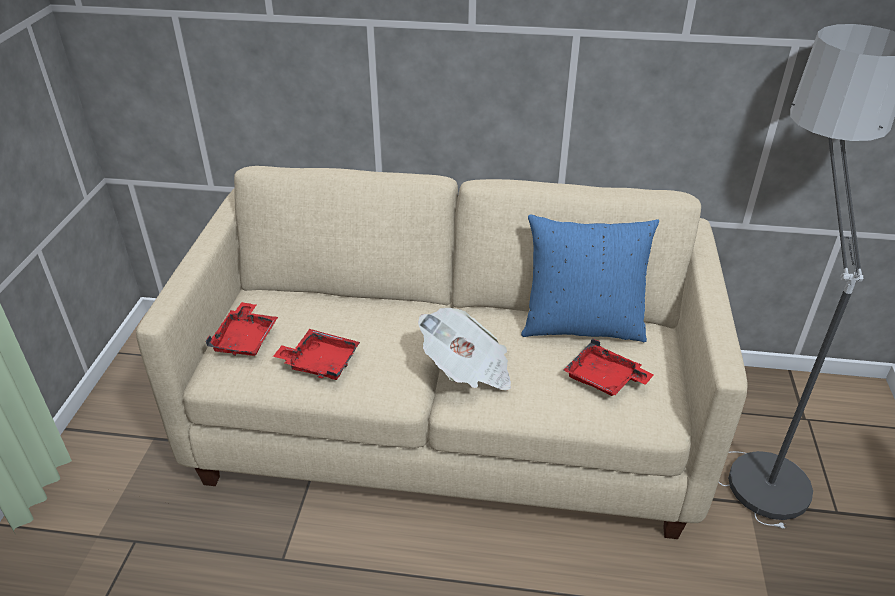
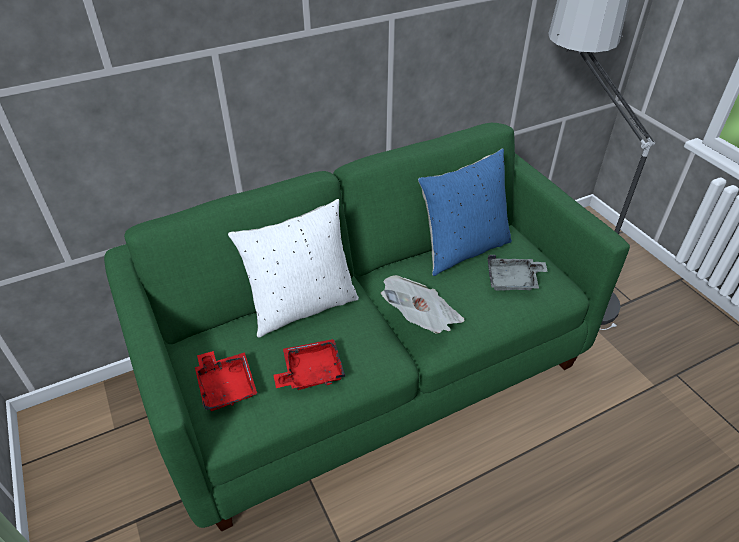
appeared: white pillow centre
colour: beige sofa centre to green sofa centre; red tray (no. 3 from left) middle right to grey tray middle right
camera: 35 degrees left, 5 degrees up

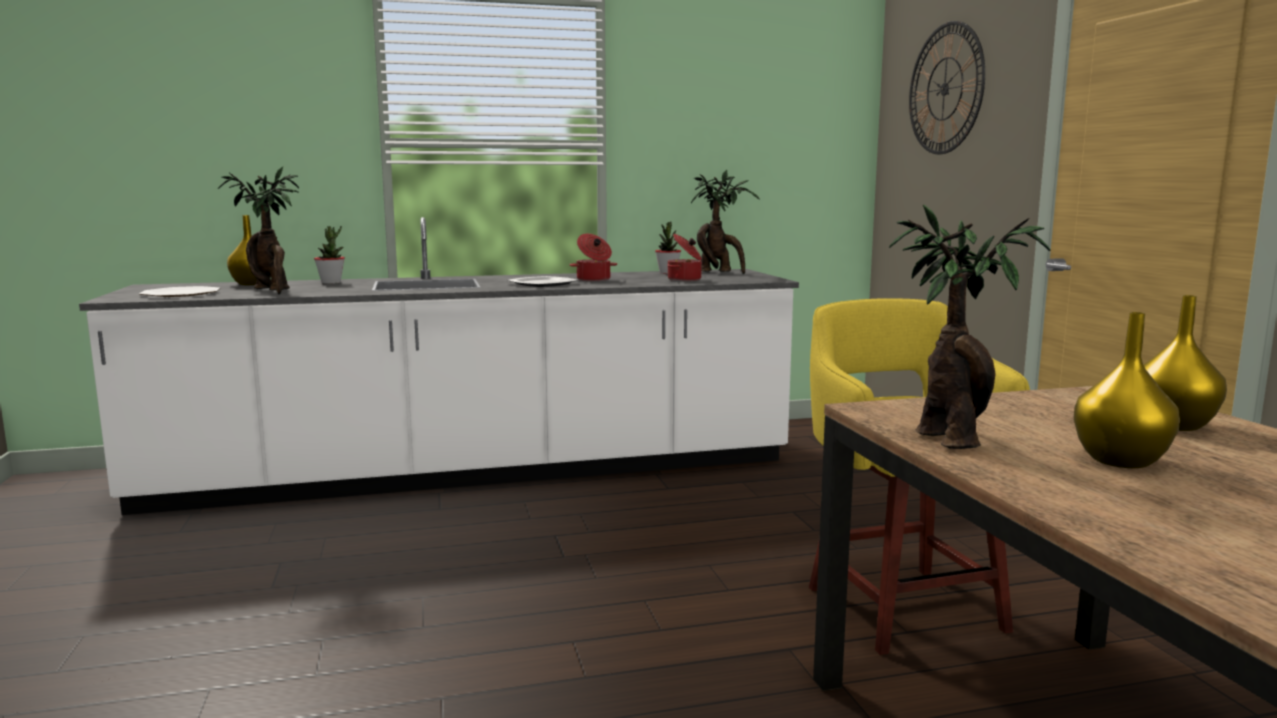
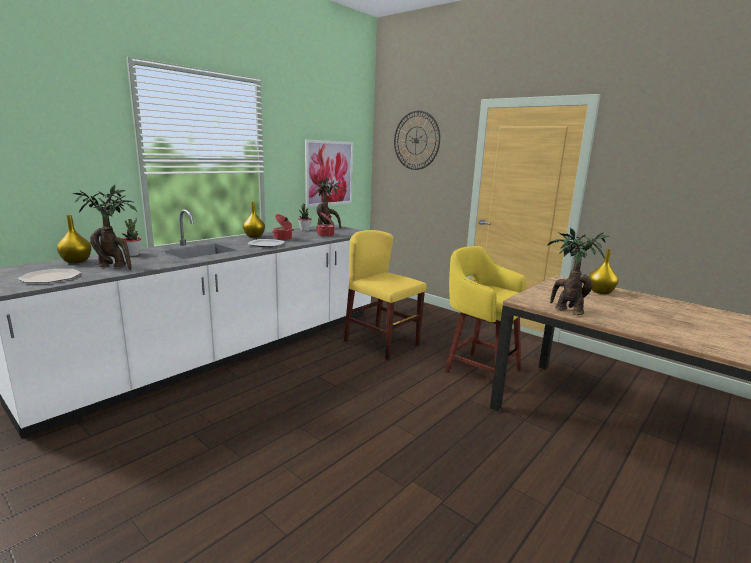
appeared: picture top centre; yellow chair centre
relocated: yellow vase (no. 2 from left) middle right to centre
camera: 35 degrees left, 5 degrees up

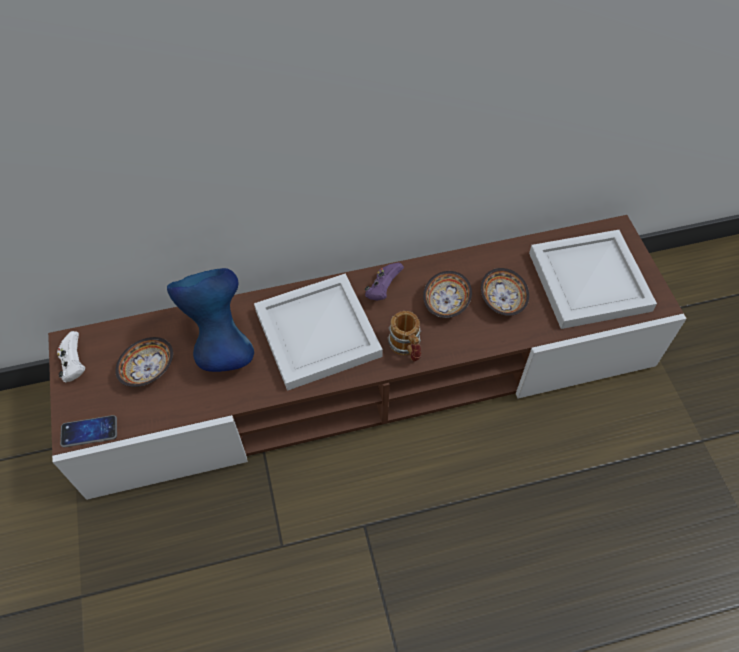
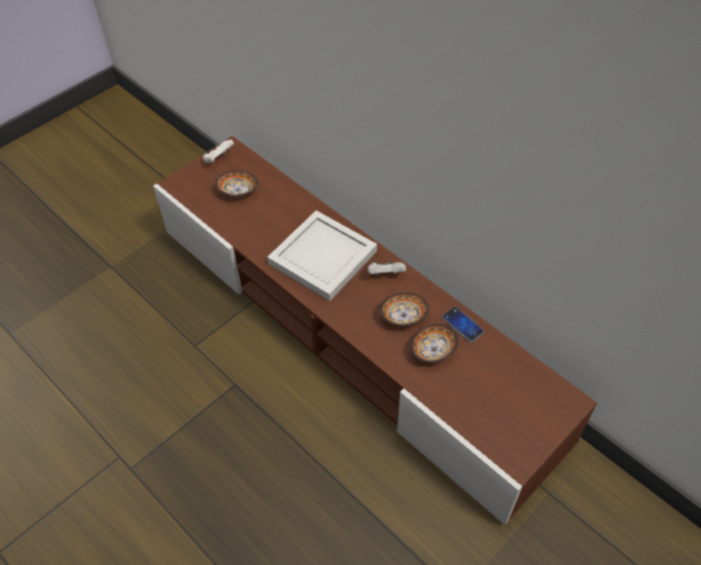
missing: blue vase middle left; mug centre; white tray (no. 2 from left) middle right
relocated: phone middle left to centre
colour: purple game controller centre to white game controller (no. 2 from left) centre
camera: 60 degrees right, 5 degrees down

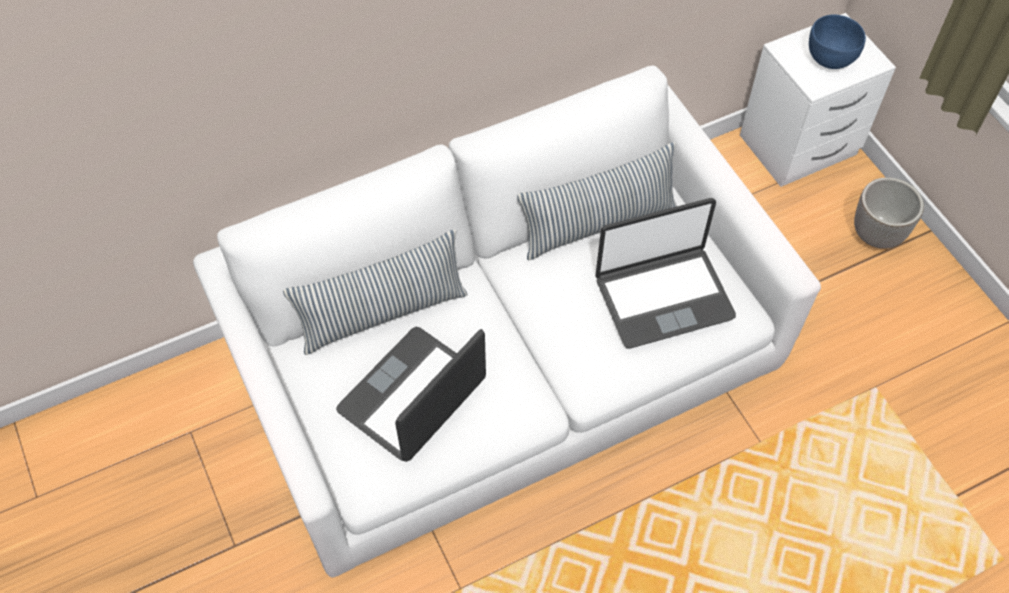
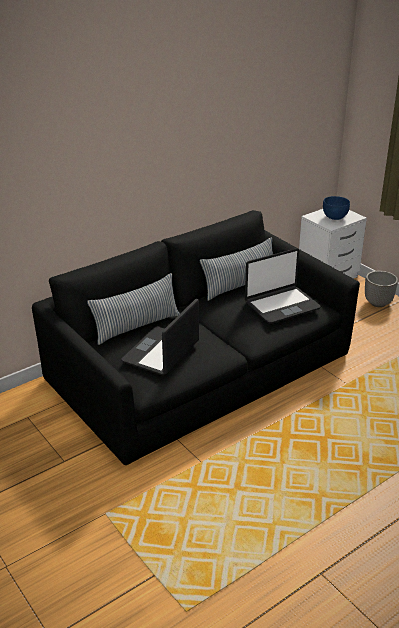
colour: white sofa centre to black sofa centre
camera: 10 degrees left, 25 degrees down

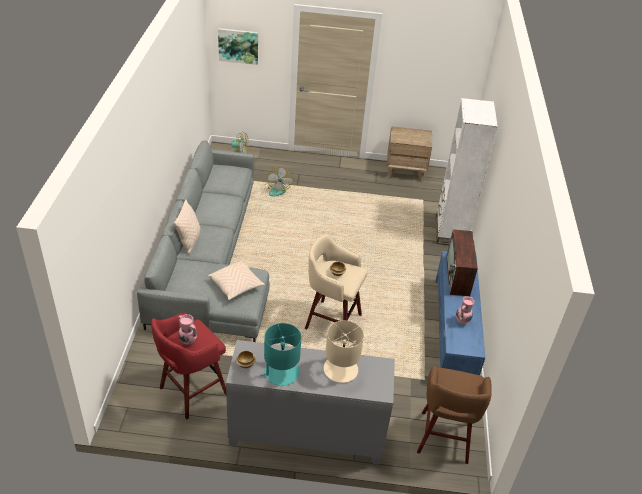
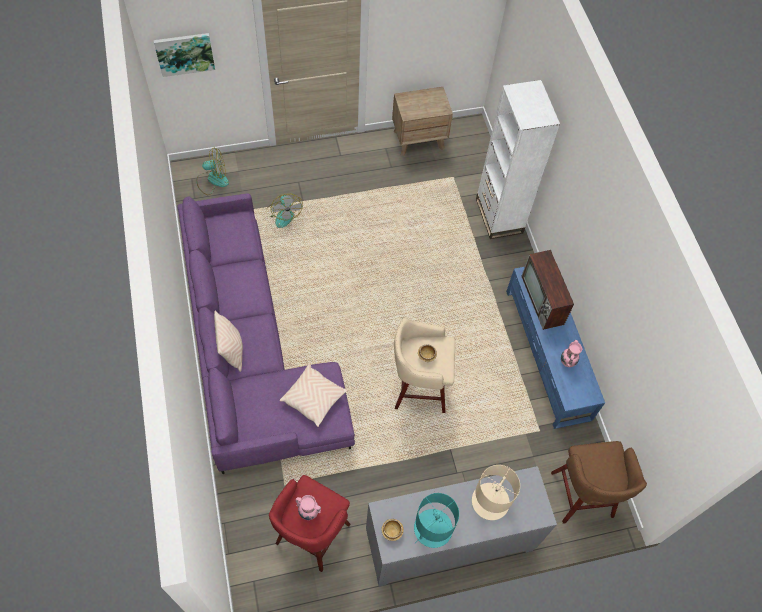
colour: grey sofa middle left to purple sofa centre
camera: 20 degrees left, 20 degrees up

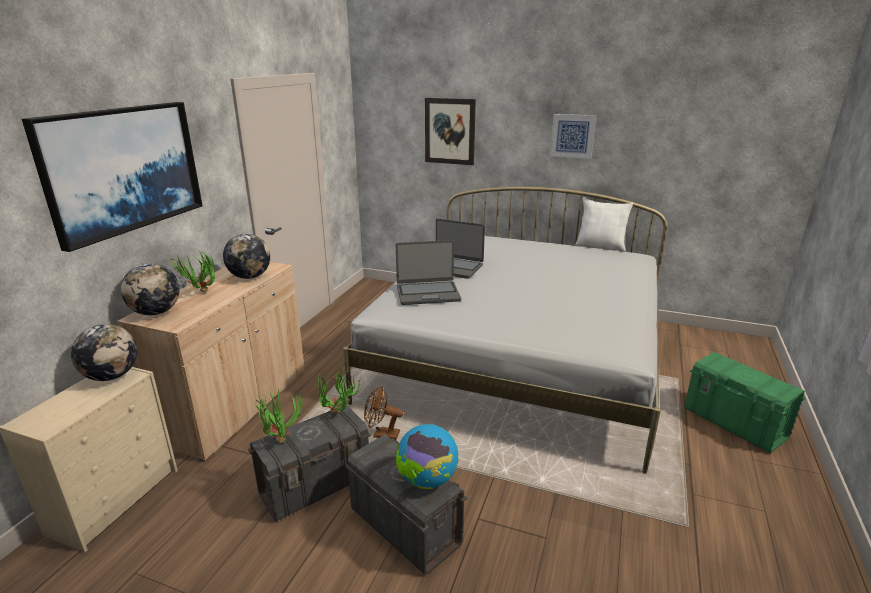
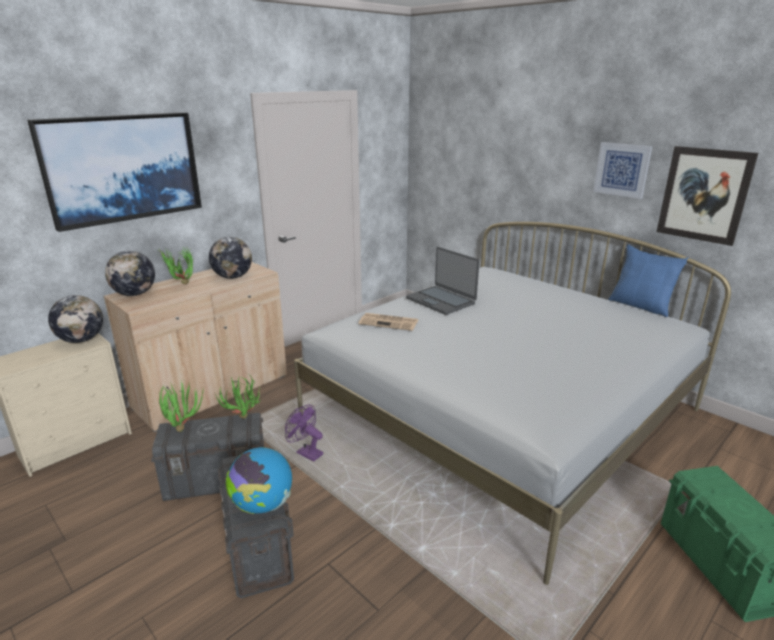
relocated: picture (no. 2 from left in the first image) top centre to picture (no. 3 from left) top right
exchanged: laptop (no. 1 from left) centre to newspaper centre
colour: brown fan bottom centre to purple fan bottom centre; white pillow middle right to blue pillow middle right
camera: 25 degrees right, 0 degrees up

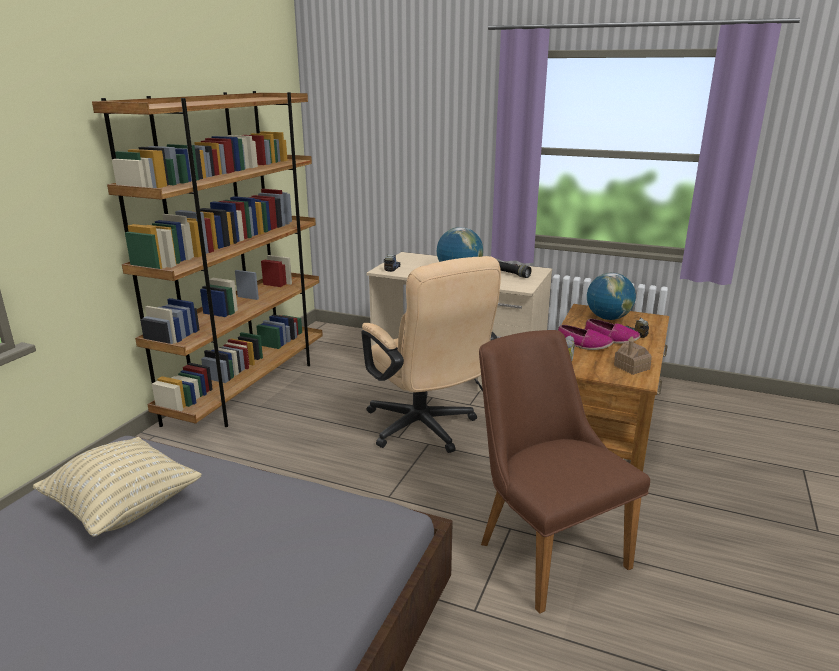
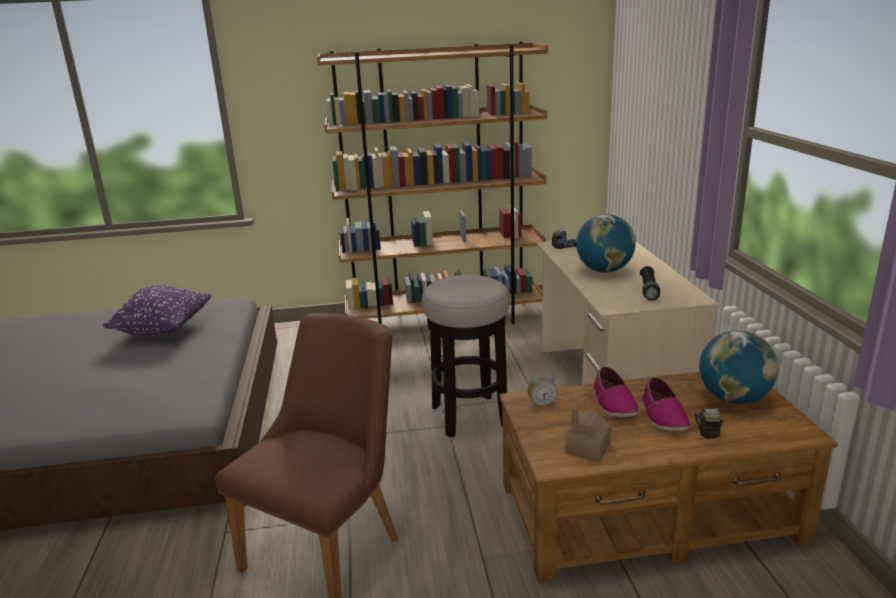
exchanged: beige office chair centre to stool centre
colour: beige pillow bottom left to purple pillow middle left
camera: 60 degrees right, 0 degrees up

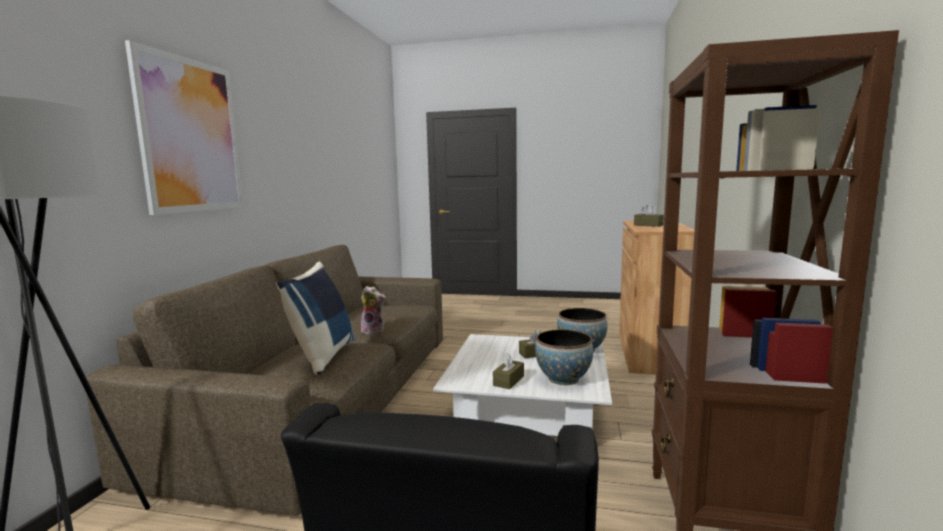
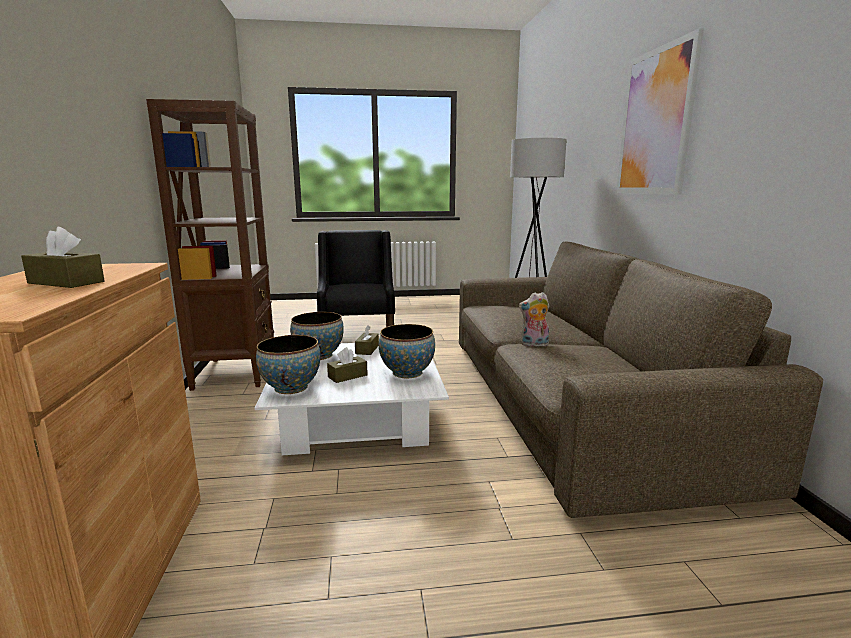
missing: blue pillow centre
appeared: bowl (no. 3 from left) centre
camera: 160 degrees right, 5 degrees up

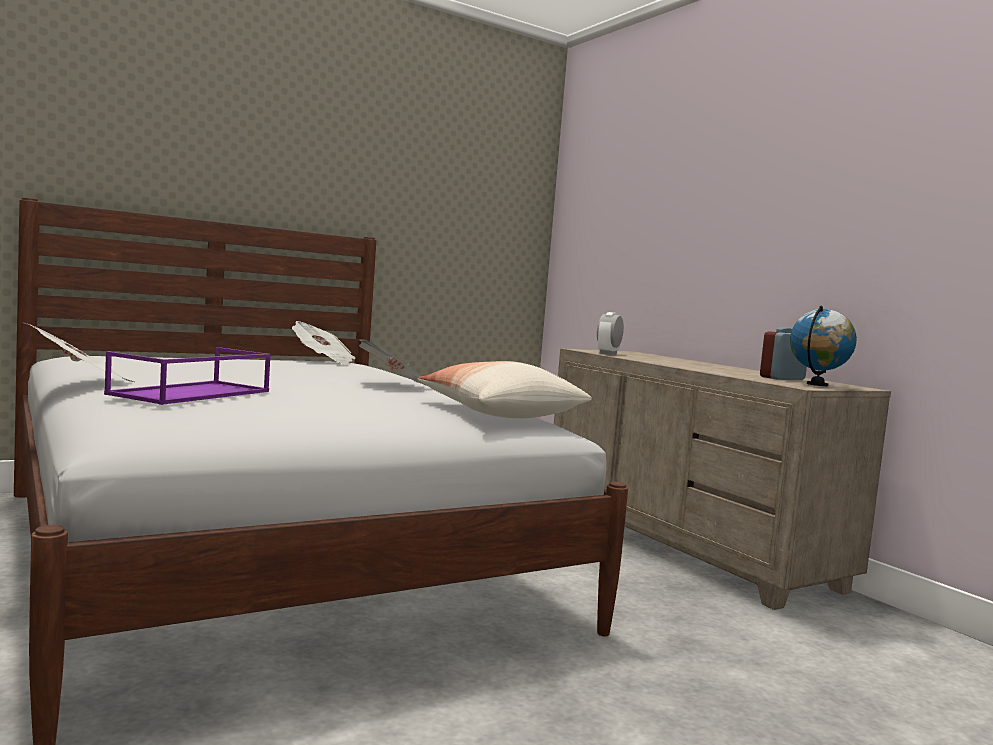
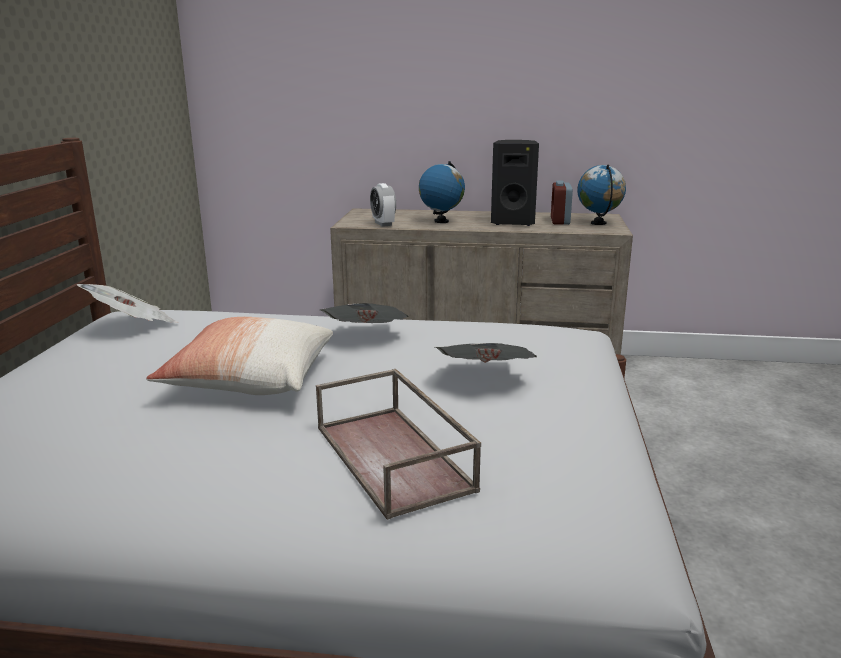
appeared: globe (no. 1 from left) top centre; black speaker top centre
relocated: pillow centre to middle left; newspaper (no. 1 from left in the first image) middle left to newspaper (no. 3 from left) centre
colour: purple tray middle left to brown tray bottom centre
camera: 50 degrees left, 15 degrees up

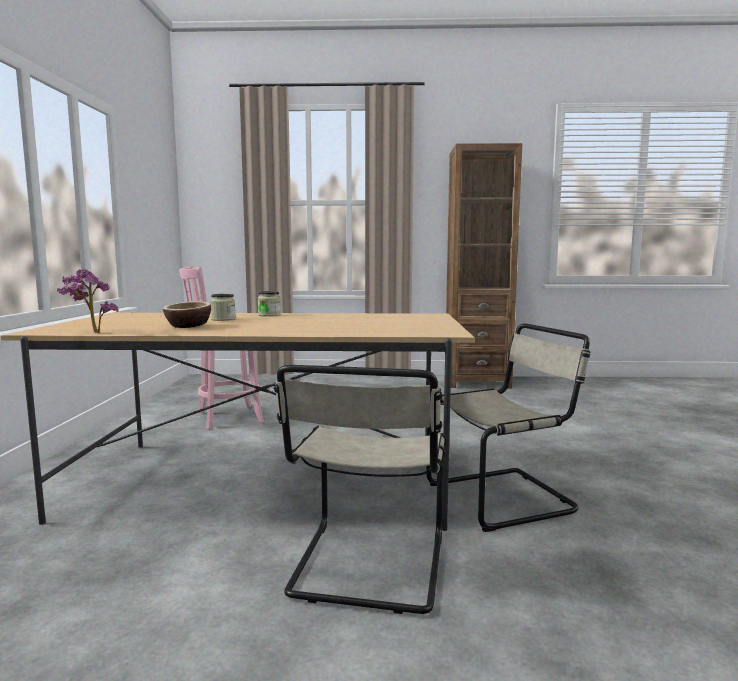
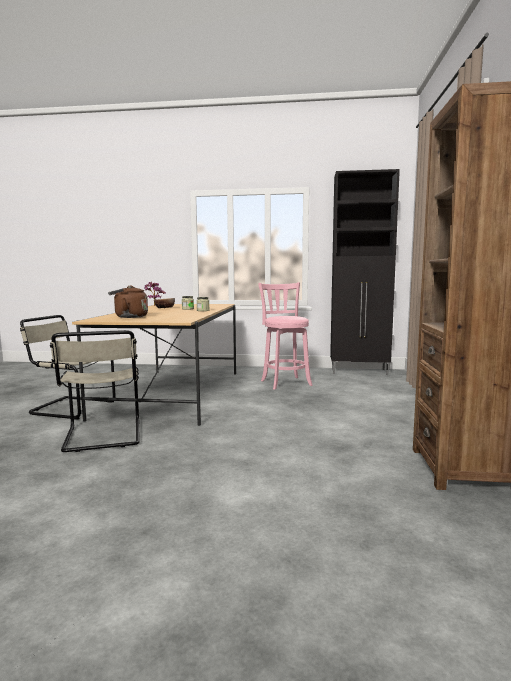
appeared: brown kettle middle left; black cabinet middle right
camera: 95 degrees right, 0 degrees up

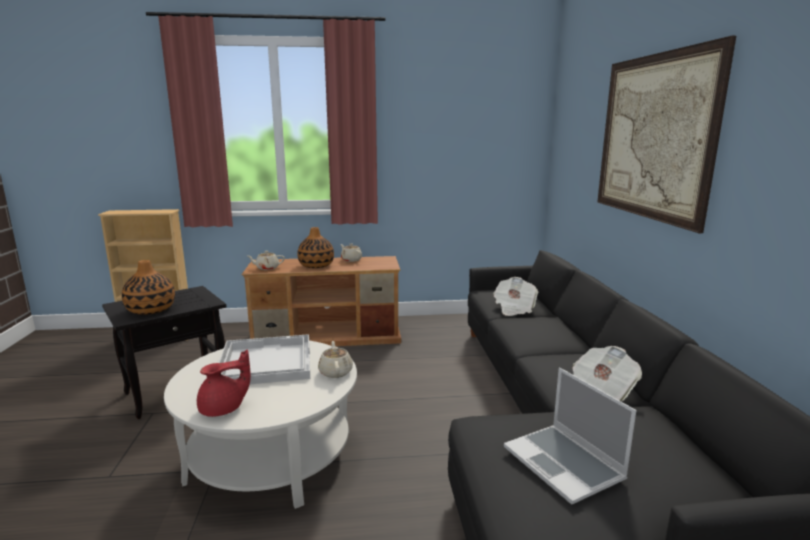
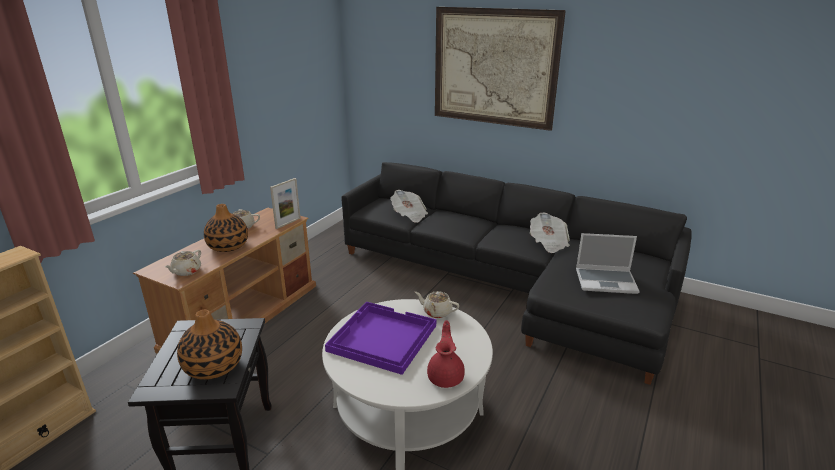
appeared: picture frame centre
colour: white tray middle left to purple tray bottom centre
camera: 55 degrees left, 10 degrees up

